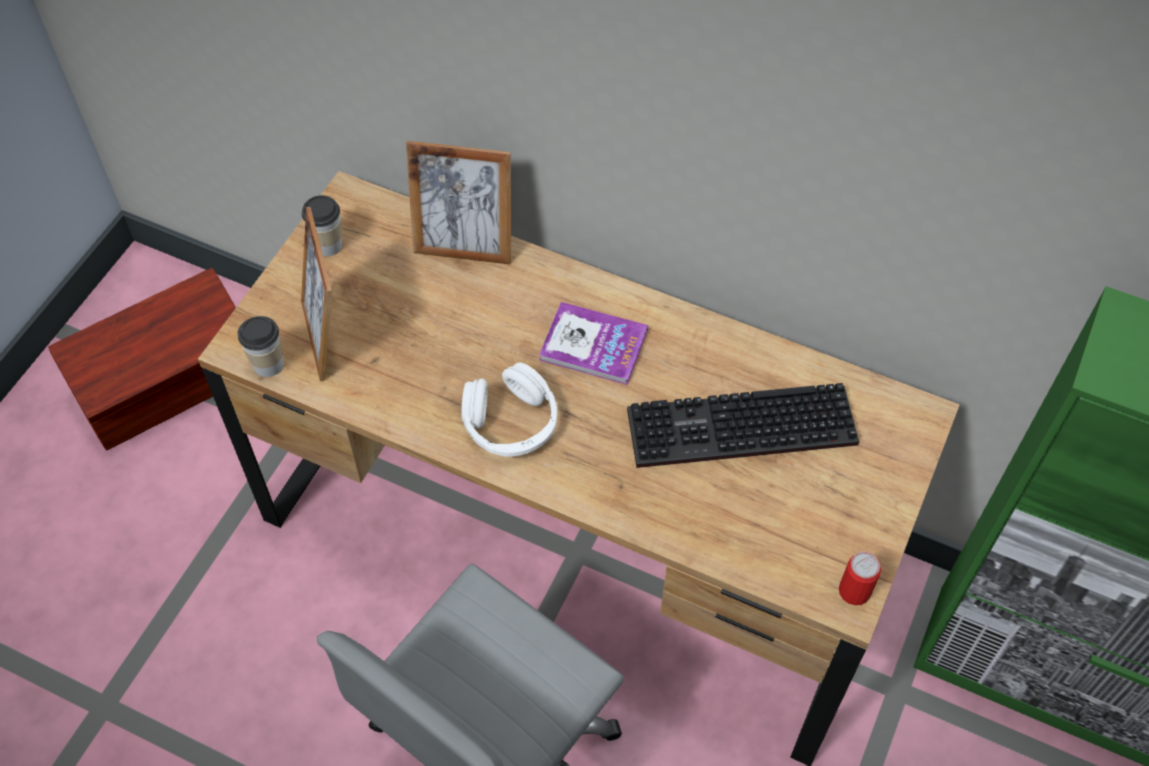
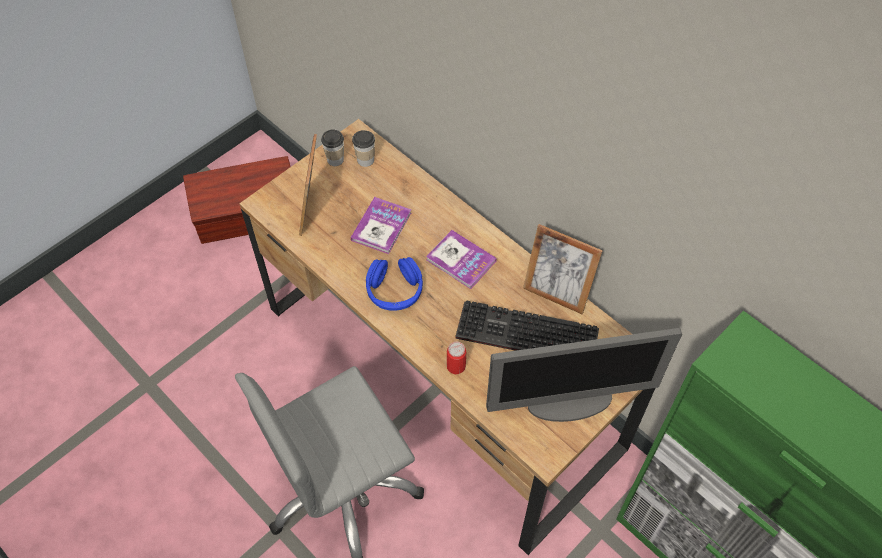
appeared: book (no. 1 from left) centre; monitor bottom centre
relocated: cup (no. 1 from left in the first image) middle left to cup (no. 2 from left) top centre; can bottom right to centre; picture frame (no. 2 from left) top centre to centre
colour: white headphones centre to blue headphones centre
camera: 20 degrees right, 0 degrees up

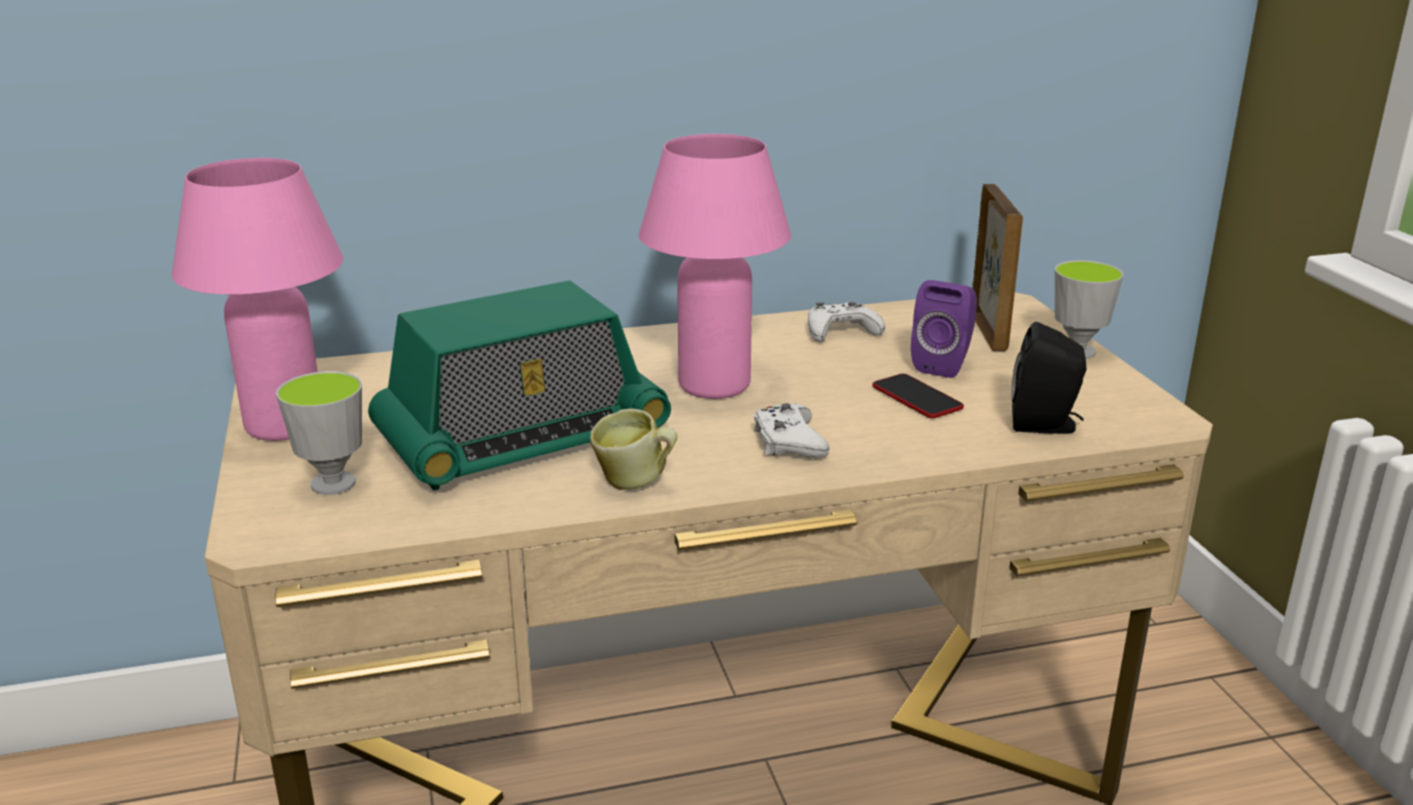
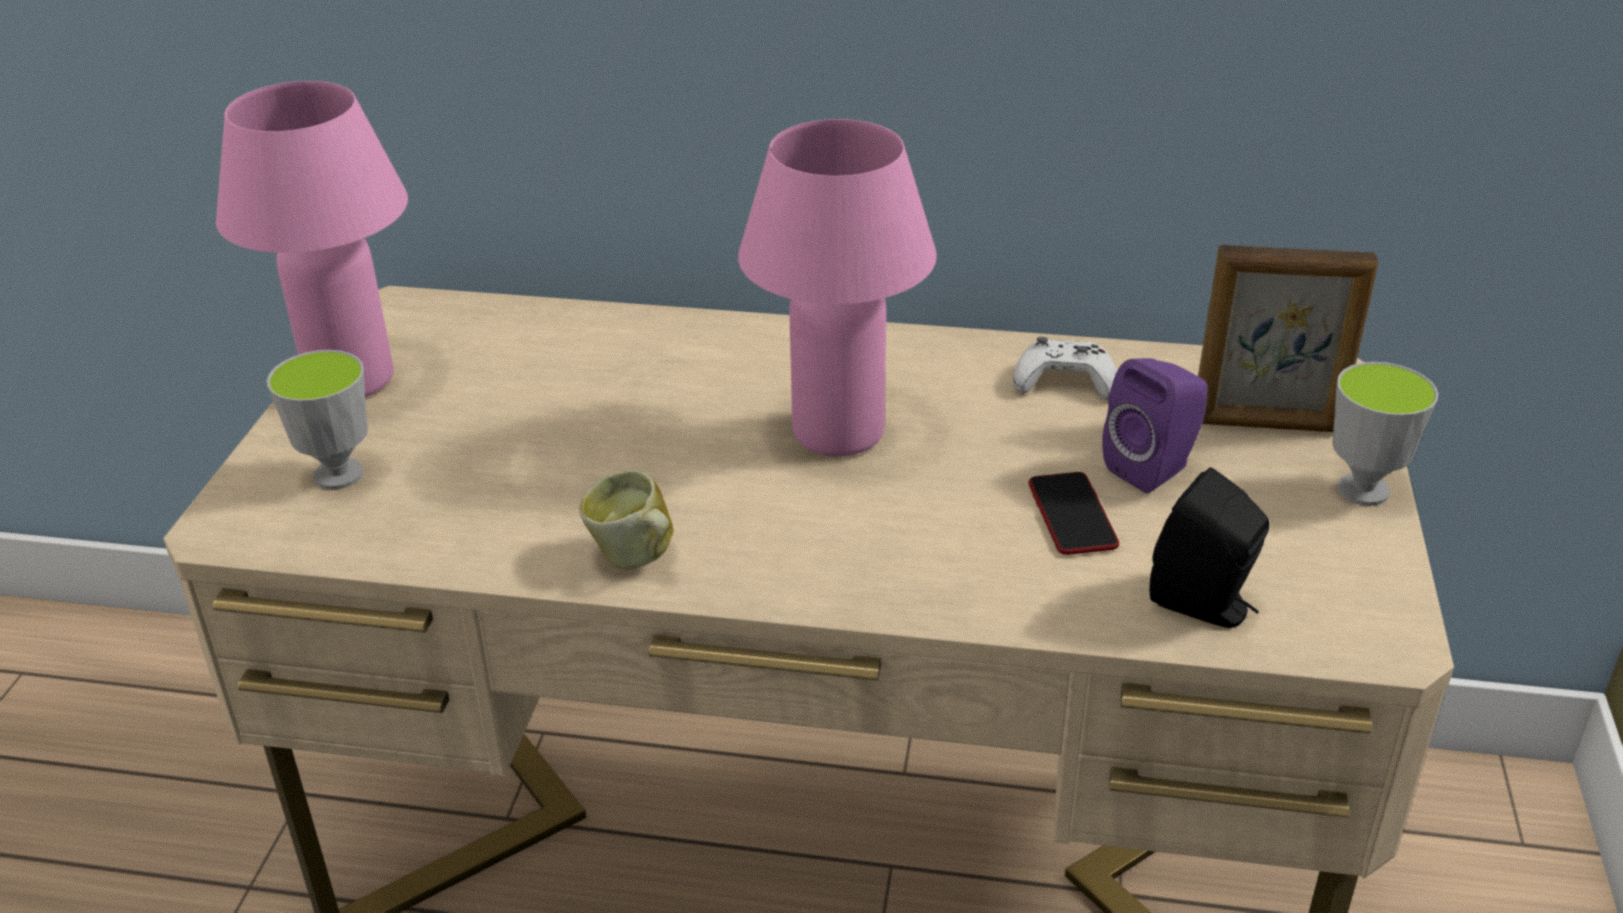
missing: radio centre; white game controller (no. 1 from left) centre
spun: picture frame top right = middle right 75 degrees clockwise
camera: 25 degrees right, 10 degrees up

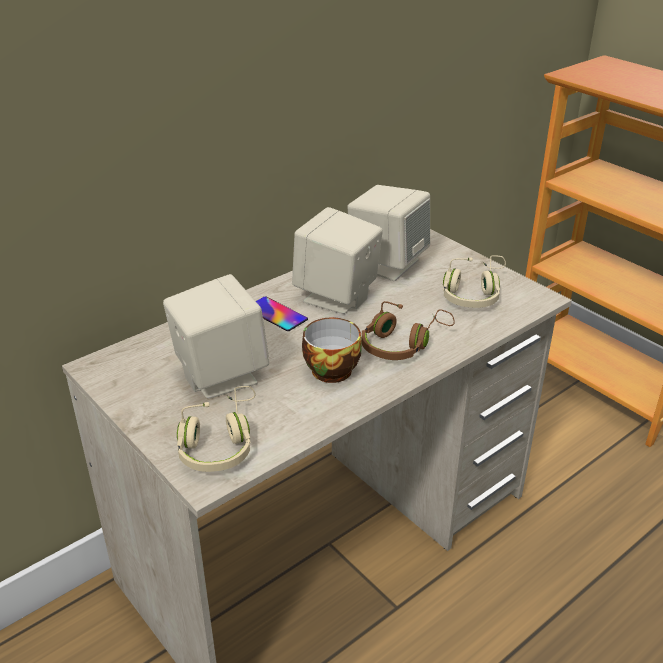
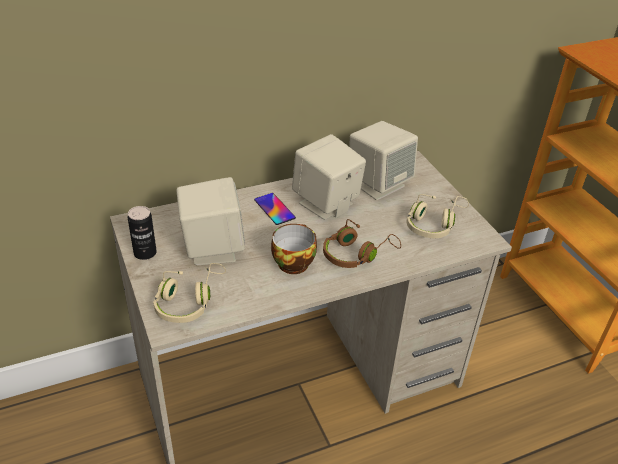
appeared: can middle left
camera: 15 degrees right, 5 degrees up

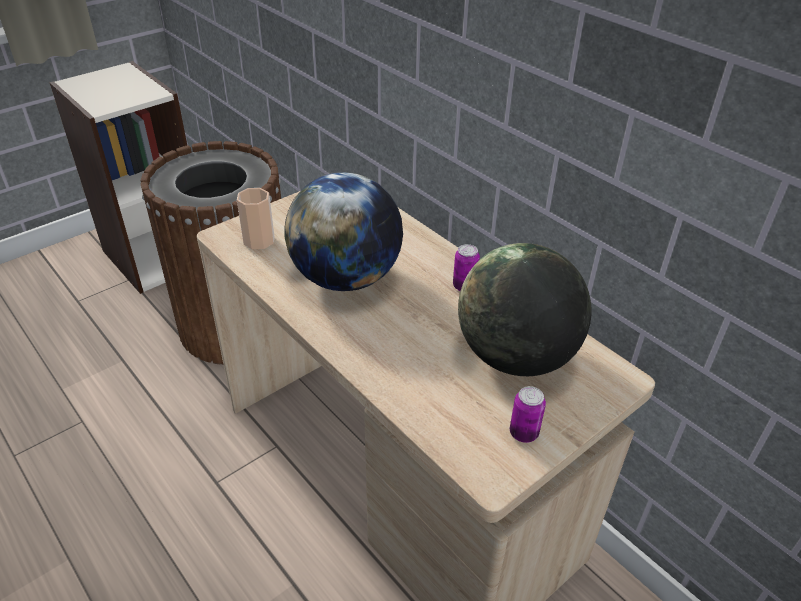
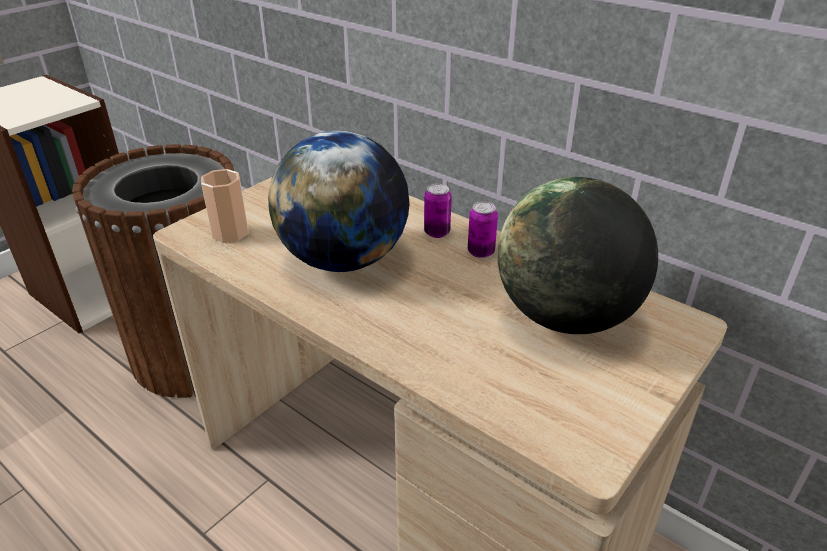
relocated: can (no. 2 from left in the first image) bottom centre to can (no. 1 from left) centre
camera: 10 degrees left, 5 degrees down

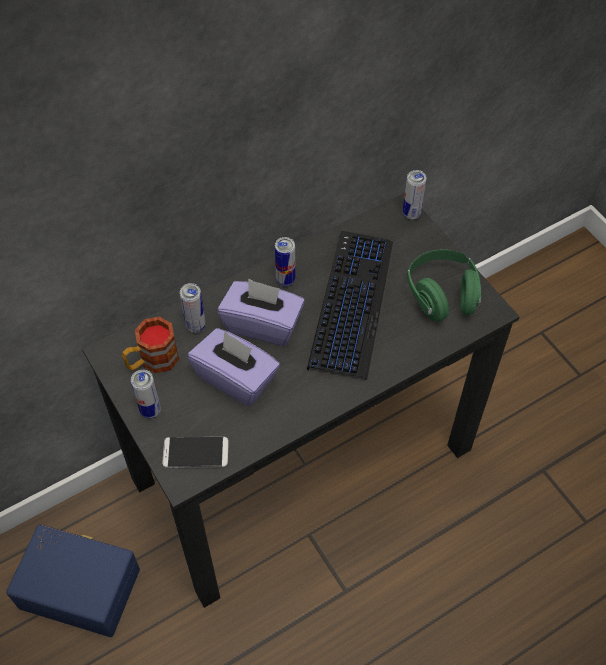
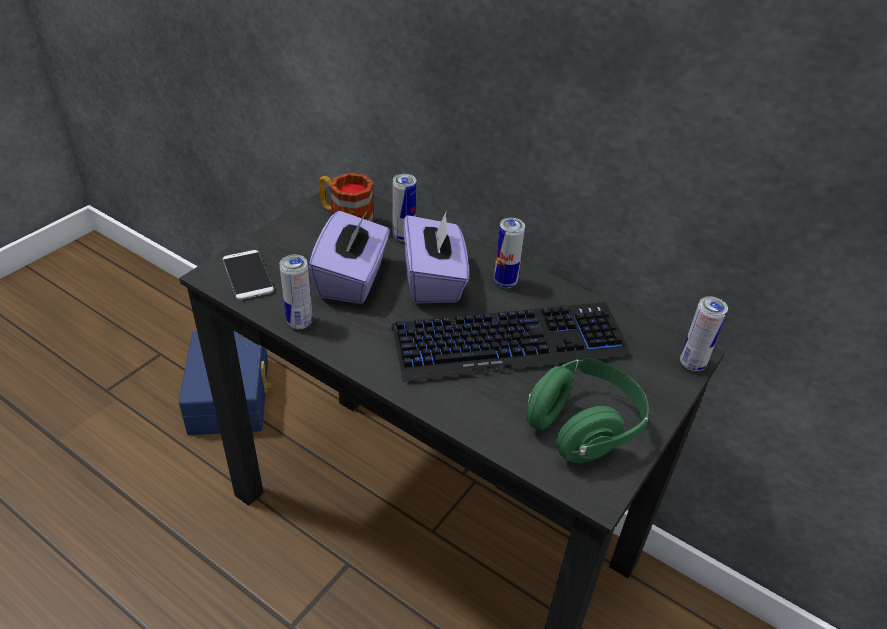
relocated: can (no. 1 from left) middle left to centre
camera: 65 degrees right, 15 degrees down

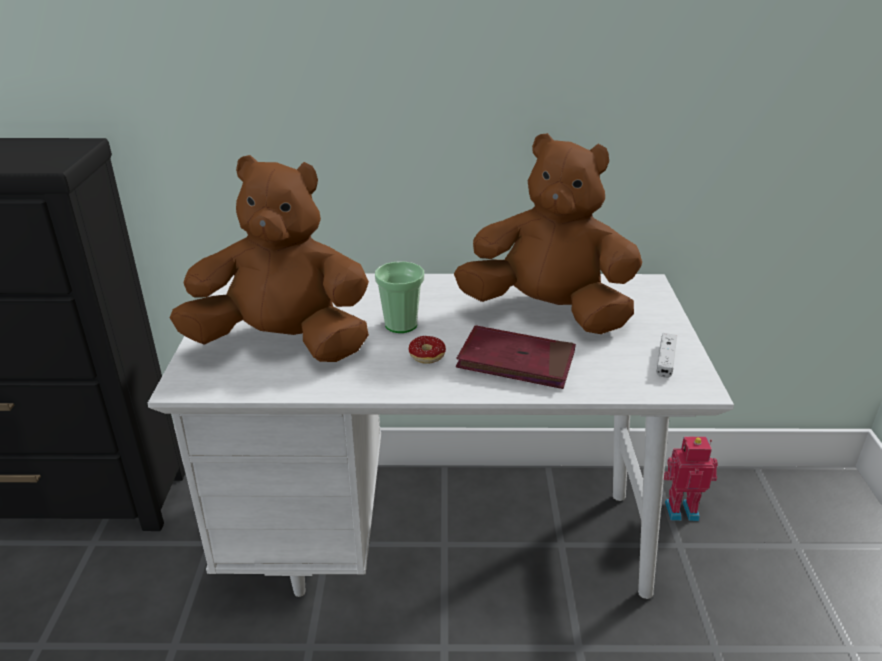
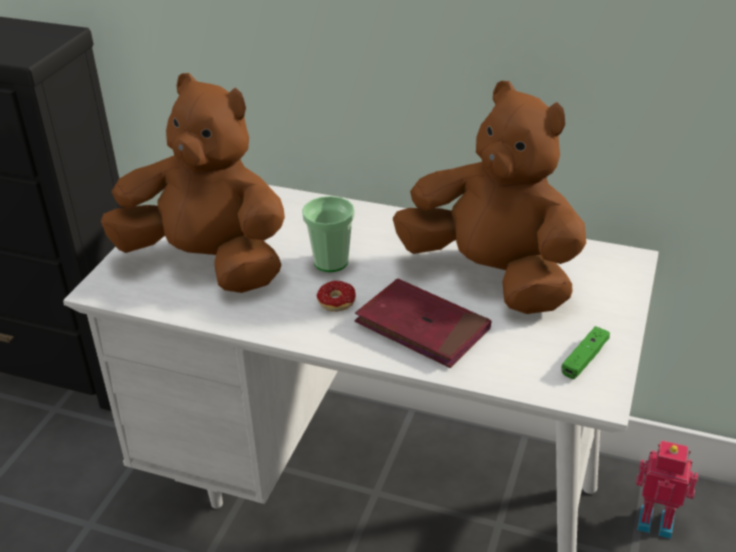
colour: white game controller middle right to green game controller middle right
camera: 20 degrees right, 5 degrees up

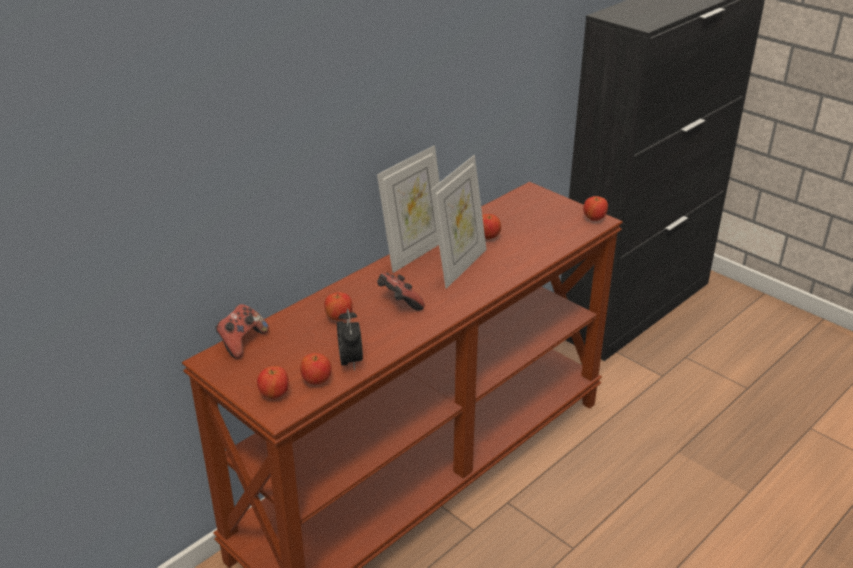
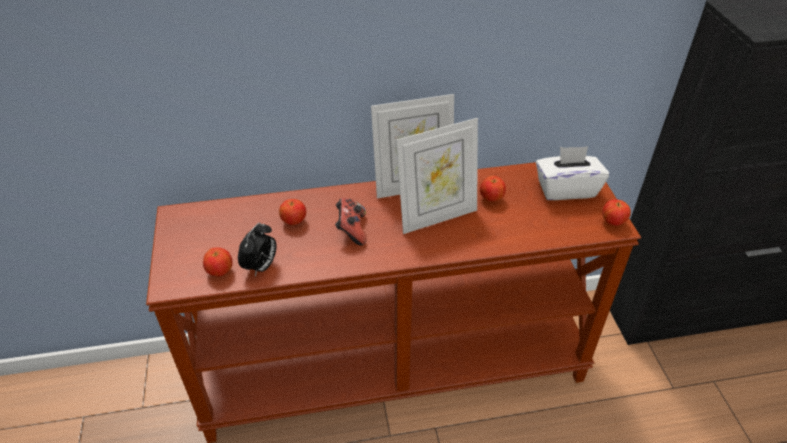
missing: game controller (no. 1 from left) middle left; apple (no. 1 from left) bottom left
appeared: white tissue box middle right
camera: 35 degrees right, 10 degrees up

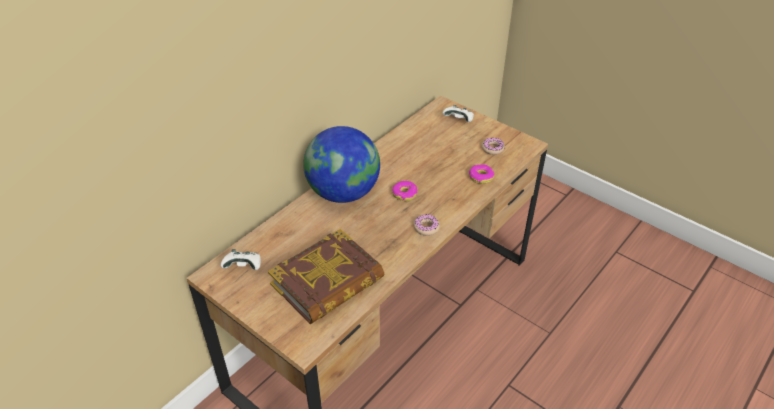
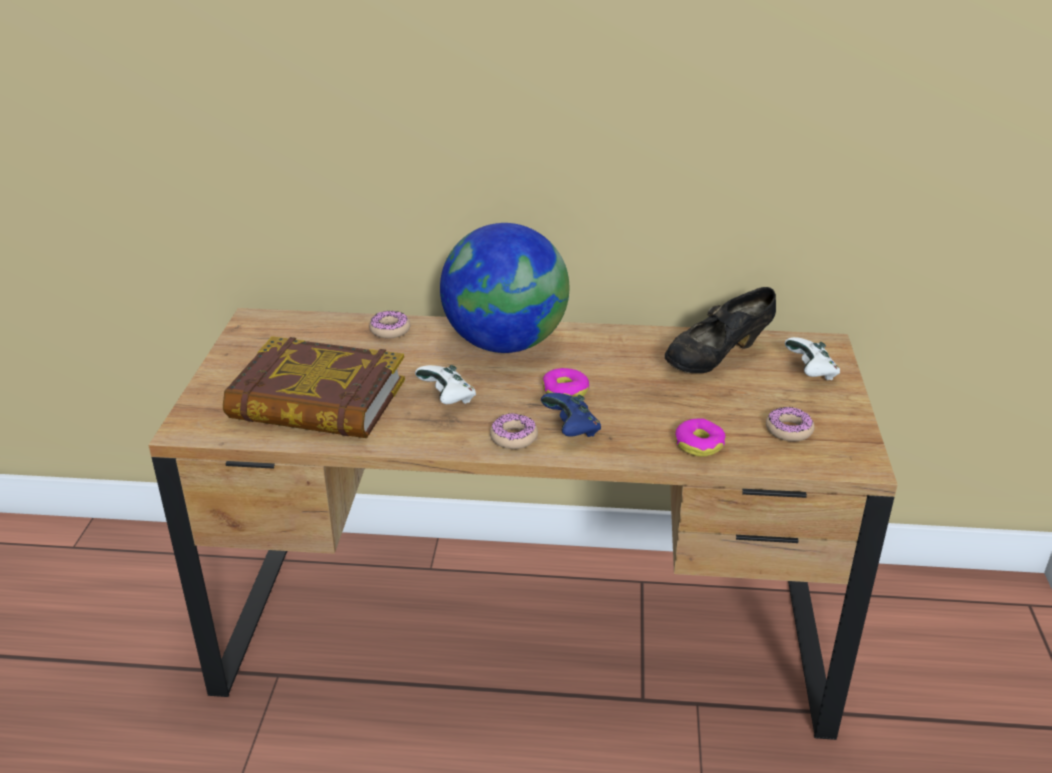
appeared: donut (no. 1 from left) centre; blue game controller centre; black shoe middle right
relocated: white game controller (no. 1 from left) middle left to centre
camera: 55 degrees right, 10 degrees down

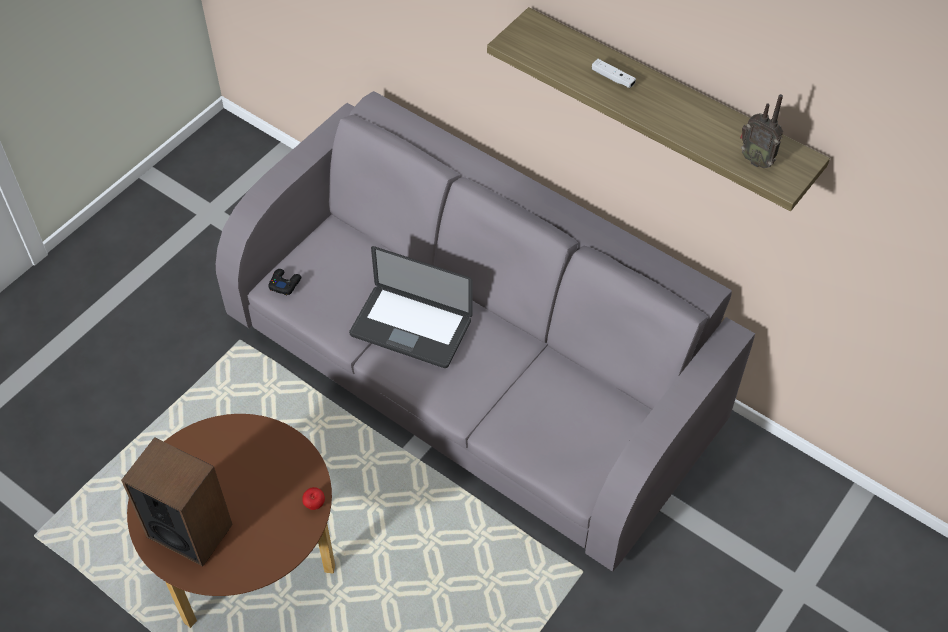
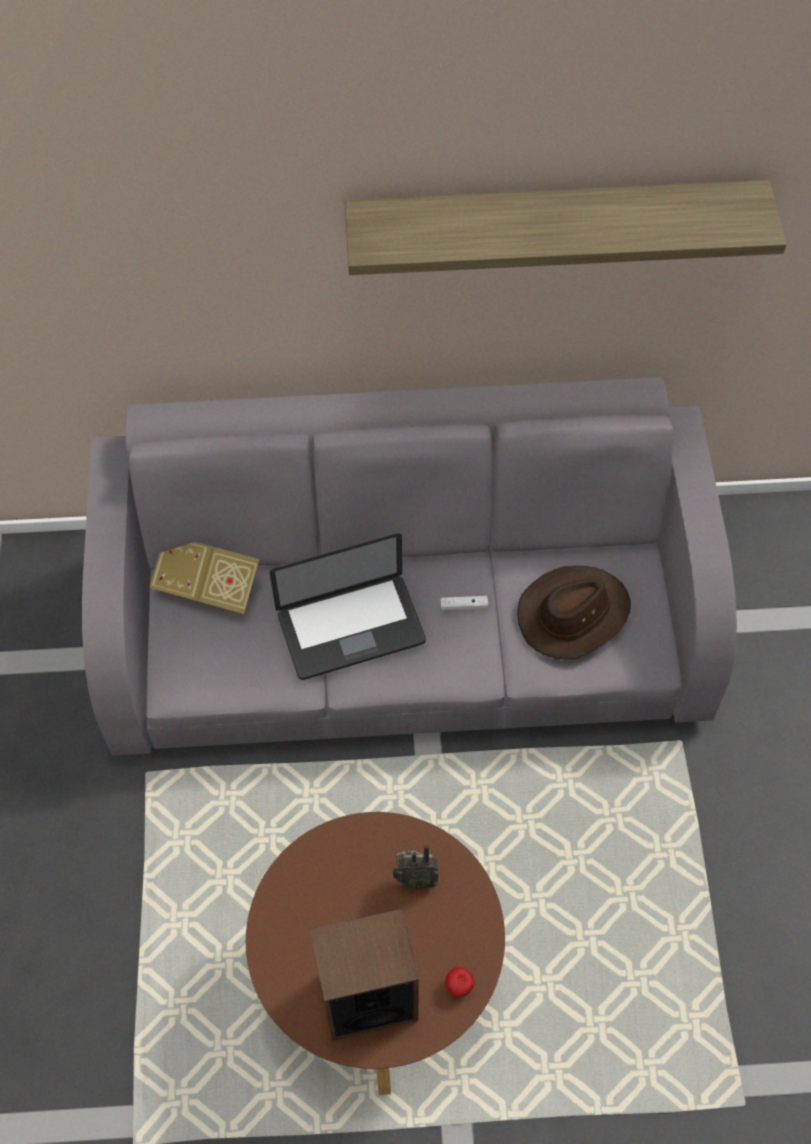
missing: black game controller middle left
appeared: book middle left; brown hat middle right
relocated: radio top right to bottom centre; white game controller top centre to centre; apple bottom left to bottom centre
camera: 40 degrees left, 5 degrees up

